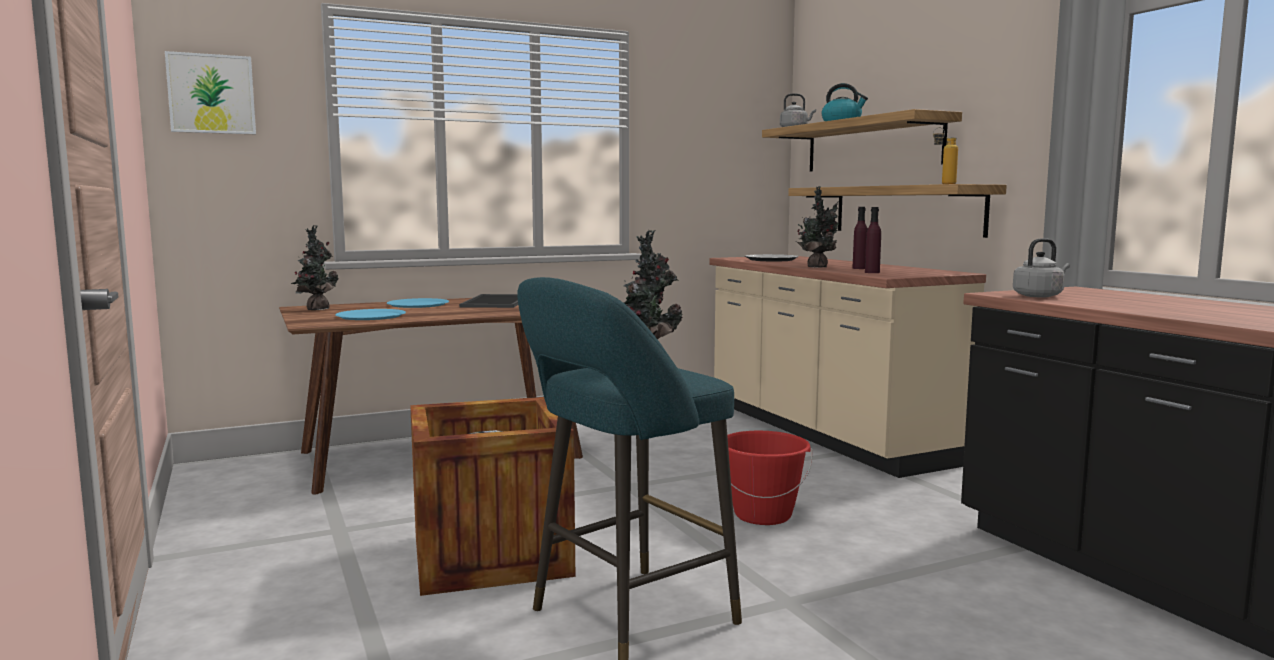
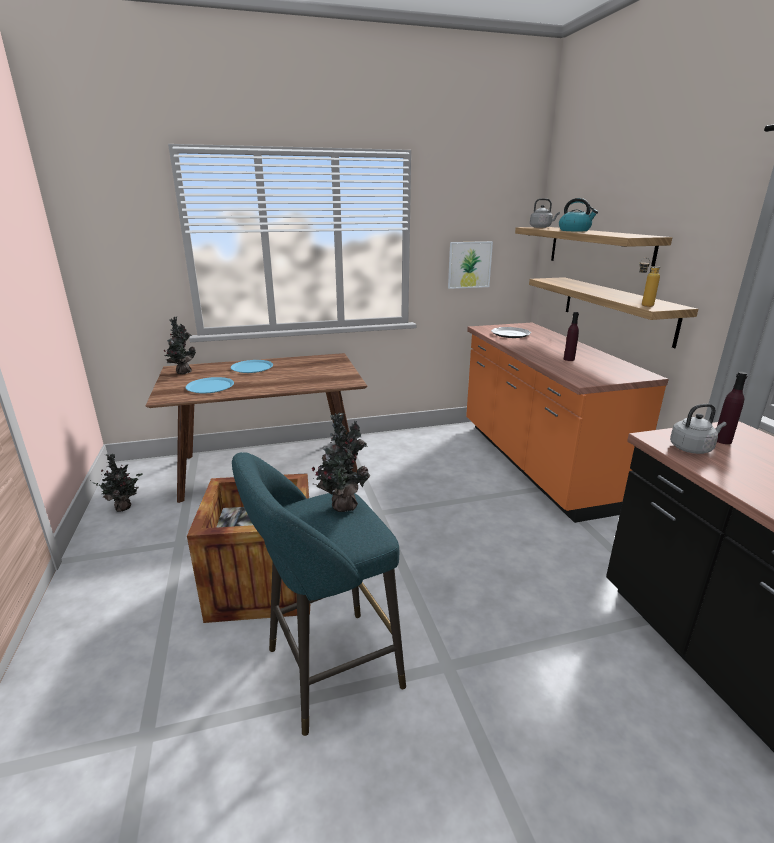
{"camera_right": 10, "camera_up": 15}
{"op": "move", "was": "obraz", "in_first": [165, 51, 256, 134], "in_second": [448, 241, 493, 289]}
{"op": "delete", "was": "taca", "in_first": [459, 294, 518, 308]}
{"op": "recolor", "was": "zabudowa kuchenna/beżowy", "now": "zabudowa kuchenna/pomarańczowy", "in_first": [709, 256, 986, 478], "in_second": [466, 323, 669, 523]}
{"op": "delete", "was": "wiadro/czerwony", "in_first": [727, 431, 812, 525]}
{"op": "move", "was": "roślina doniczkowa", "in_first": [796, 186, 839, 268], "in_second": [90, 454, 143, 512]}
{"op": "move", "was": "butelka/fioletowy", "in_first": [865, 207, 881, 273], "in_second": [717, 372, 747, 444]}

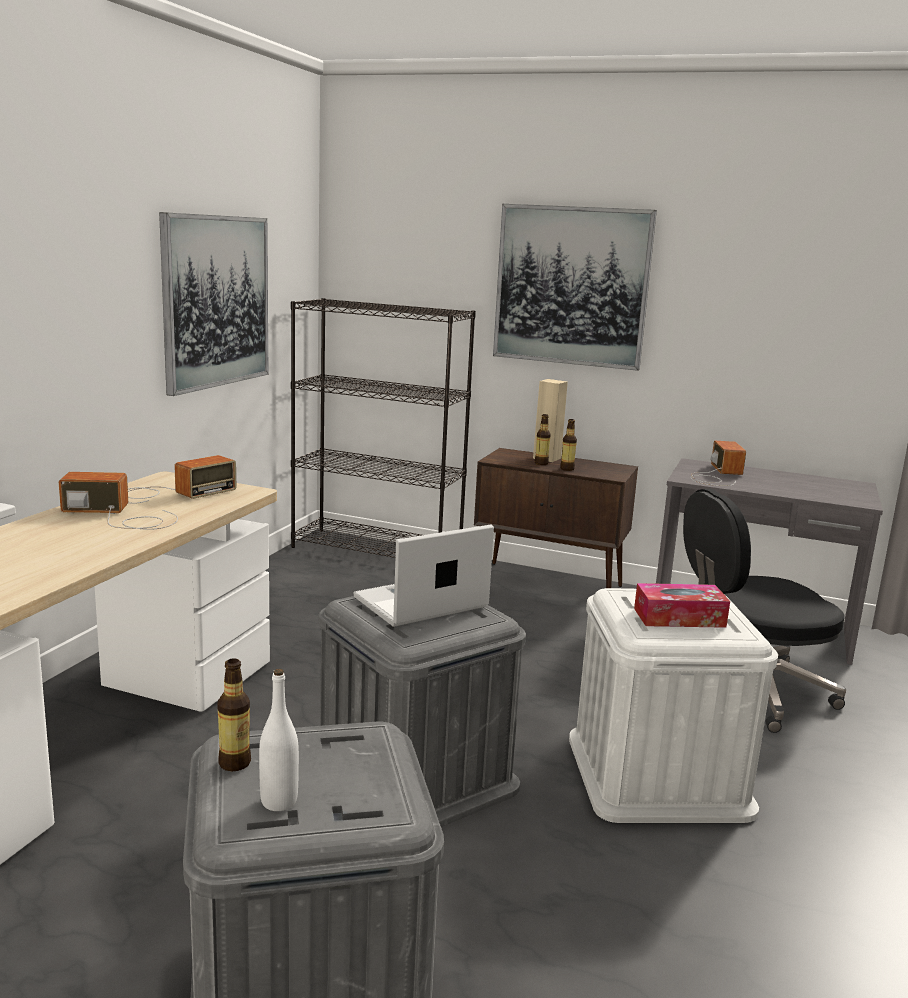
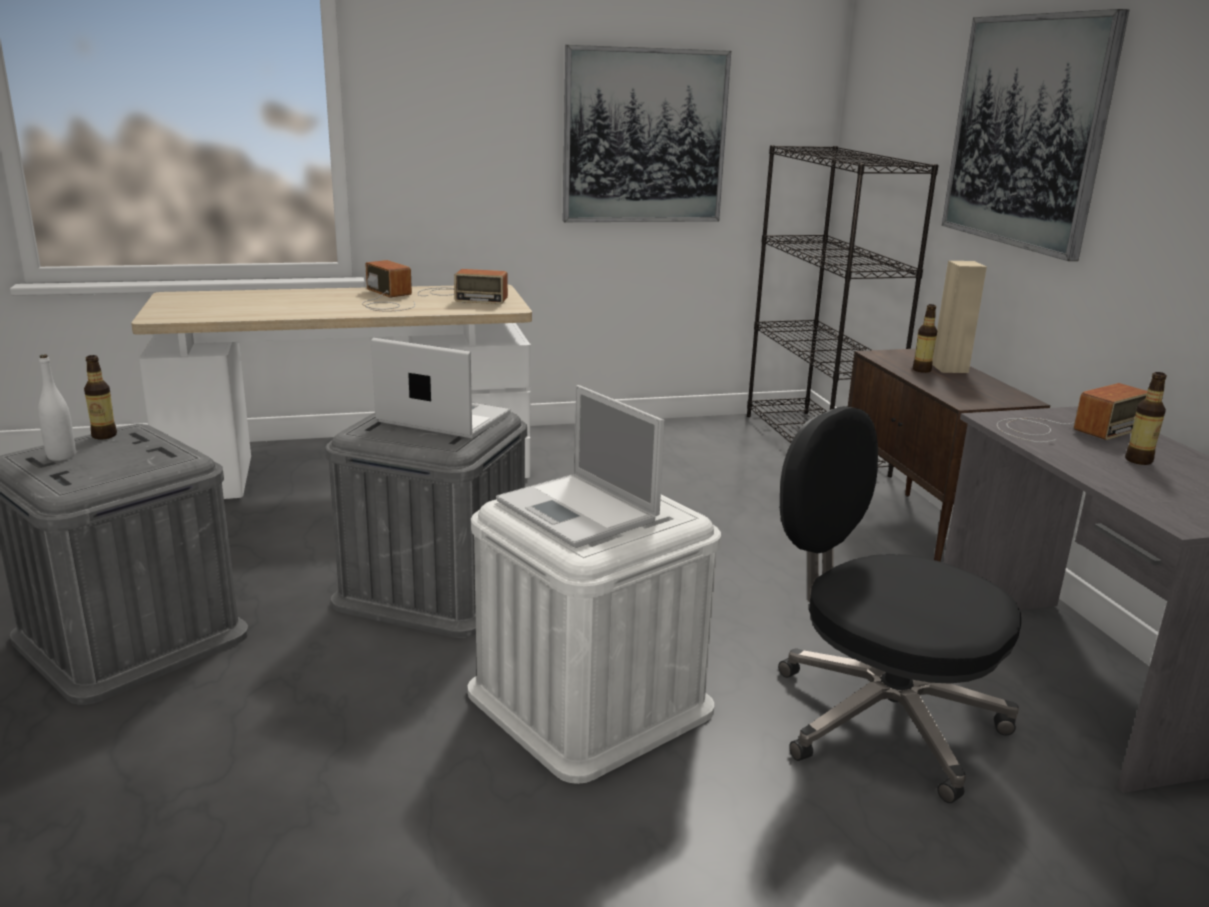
{"camera_right": 55, "camera_up": 5}
{"op": "move", "was": "butelka", "in_first": [560, 419, 577, 471], "in_second": [1125, 372, 1167, 465]}
{"op": "replace", "was": "pudełko chusteczek", "now": "laptop", "in_first": [634, 583, 730, 628], "in_second": [496, 385, 665, 548]}

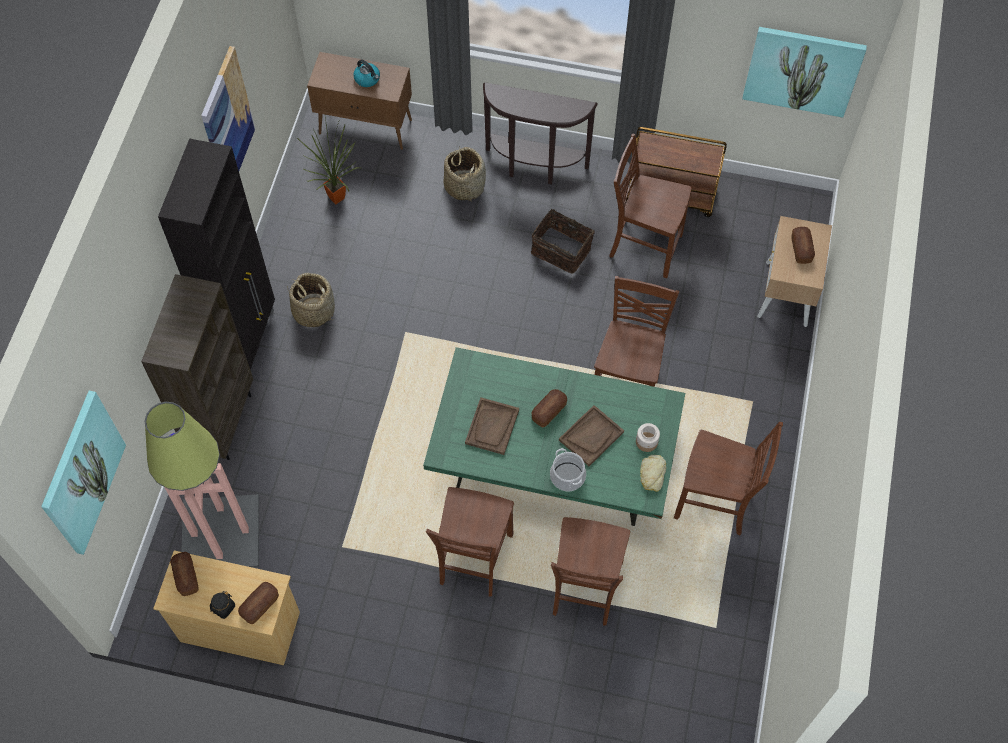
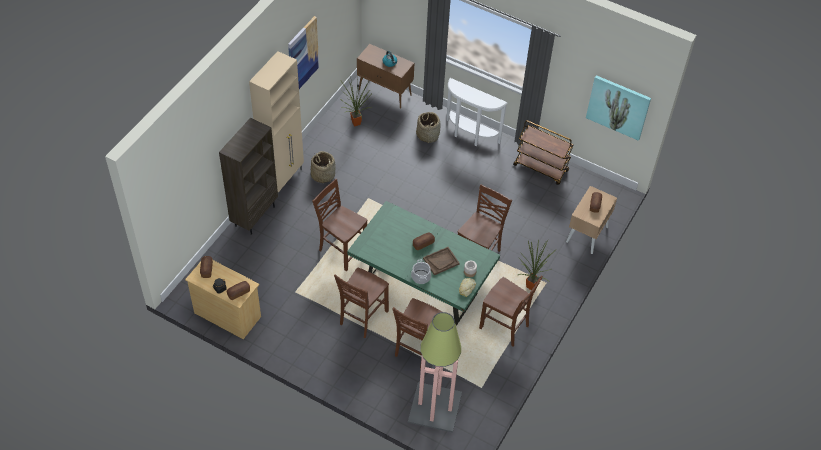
{"camera_right": 15, "camera_up": -10}
{"op": "delete", "was": "obraz", "in_first": [41, 391, 126, 555]}
{"op": "move", "was": "lampa stojąca", "in_first": [145, 402, 259, 567], "in_second": [408, 312, 462, 433]}
{"op": "recolor", "was": "szafka/czarny", "now": "szafka/beżowy", "in_first": [158, 138, 275, 373], "in_second": [249, 51, 304, 197]}
{"op": "delete", "was": "taca/brązowy", "in_first": [465, 398, 519, 455]}
{"op": "recolor", "was": "stolik konsolowy/brązowy", "now": "stolik konsolowy/biały", "in_first": [483, 82, 598, 184], "in_second": [446, 78, 508, 146]}
{"op": "delete", "was": "koszyk", "in_first": [531, 204, 595, 274]}
{"op": "move", "was": "krzesło/brązowy", "in_first": [609, 134, 692, 278], "in_second": [312, 179, 367, 271]}
{"op": "insert", "now": "roślina doniczkowa", "in_second": [518, 240, 556, 290]}

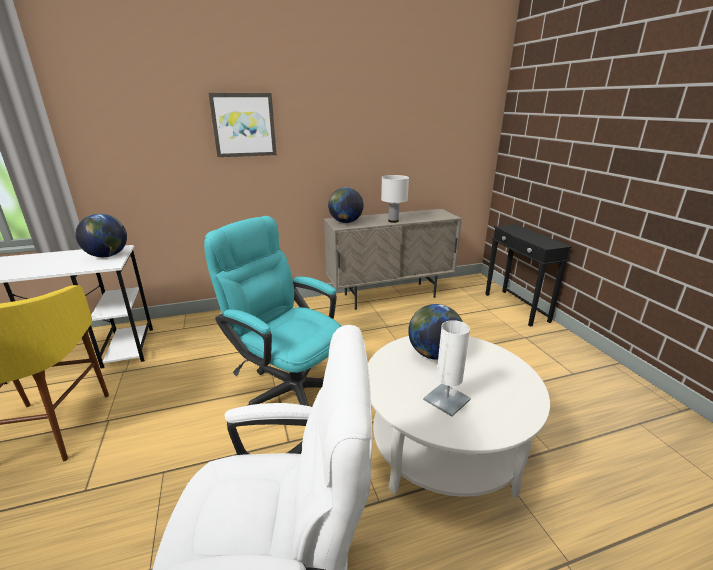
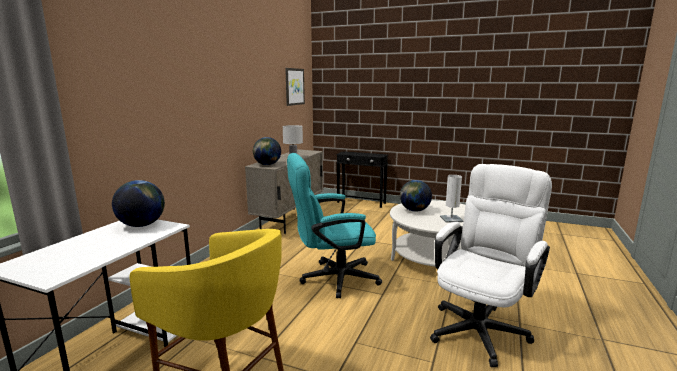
{"camera_right": -50, "camera_up": -10}
{"op": "move", "was": "obraz", "in_first": [208, 93, 276, 157], "in_second": [285, 68, 305, 106]}

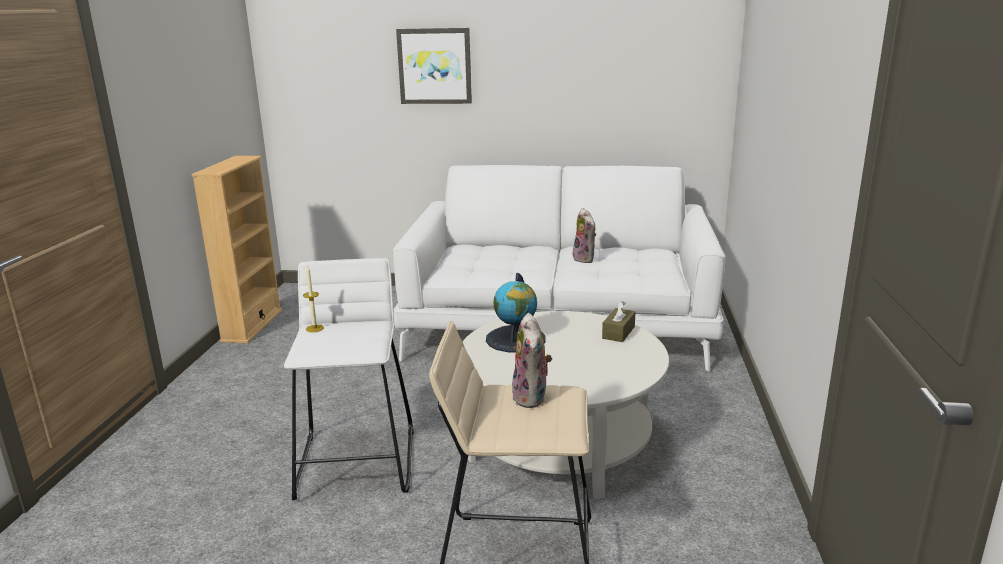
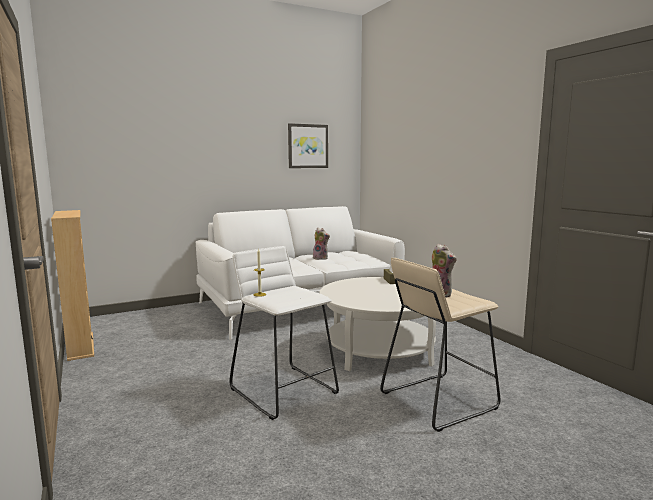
{"camera_right": -35, "camera_up": -10}
{"op": "move", "was": "obraz", "in_first": [396, 28, 472, 104], "in_second": [288, 123, 328, 168]}
{"op": "delete", "was": "globus", "in_first": [486, 273, 546, 353]}

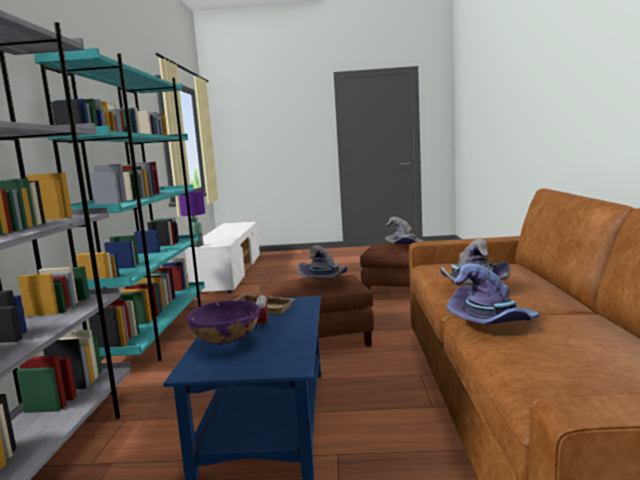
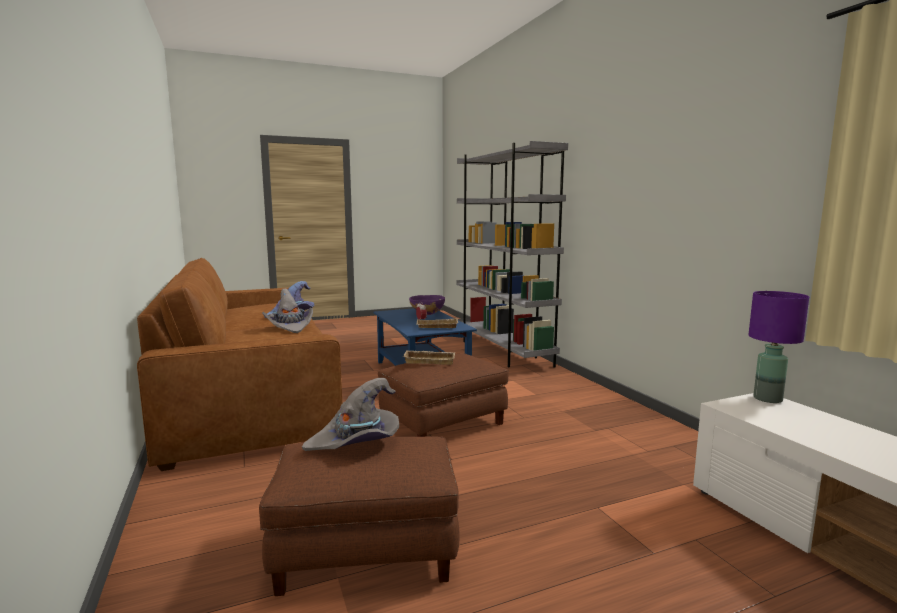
{"camera_right": 155, "camera_up": 0}
{"op": "delete", "was": "regał/turkusowy", "in_first": [34, 48, 205, 361]}
{"op": "replace", "was": "kapelusz/szary", "now": "taca/beżowy", "in_first": [297, 245, 348, 279], "in_second": [403, 350, 455, 365]}

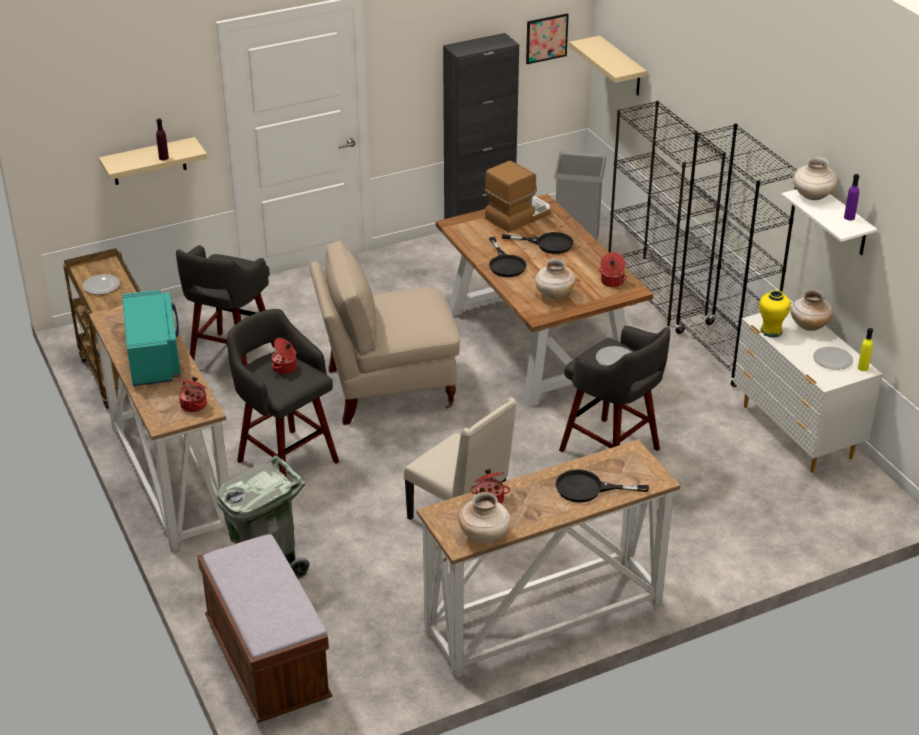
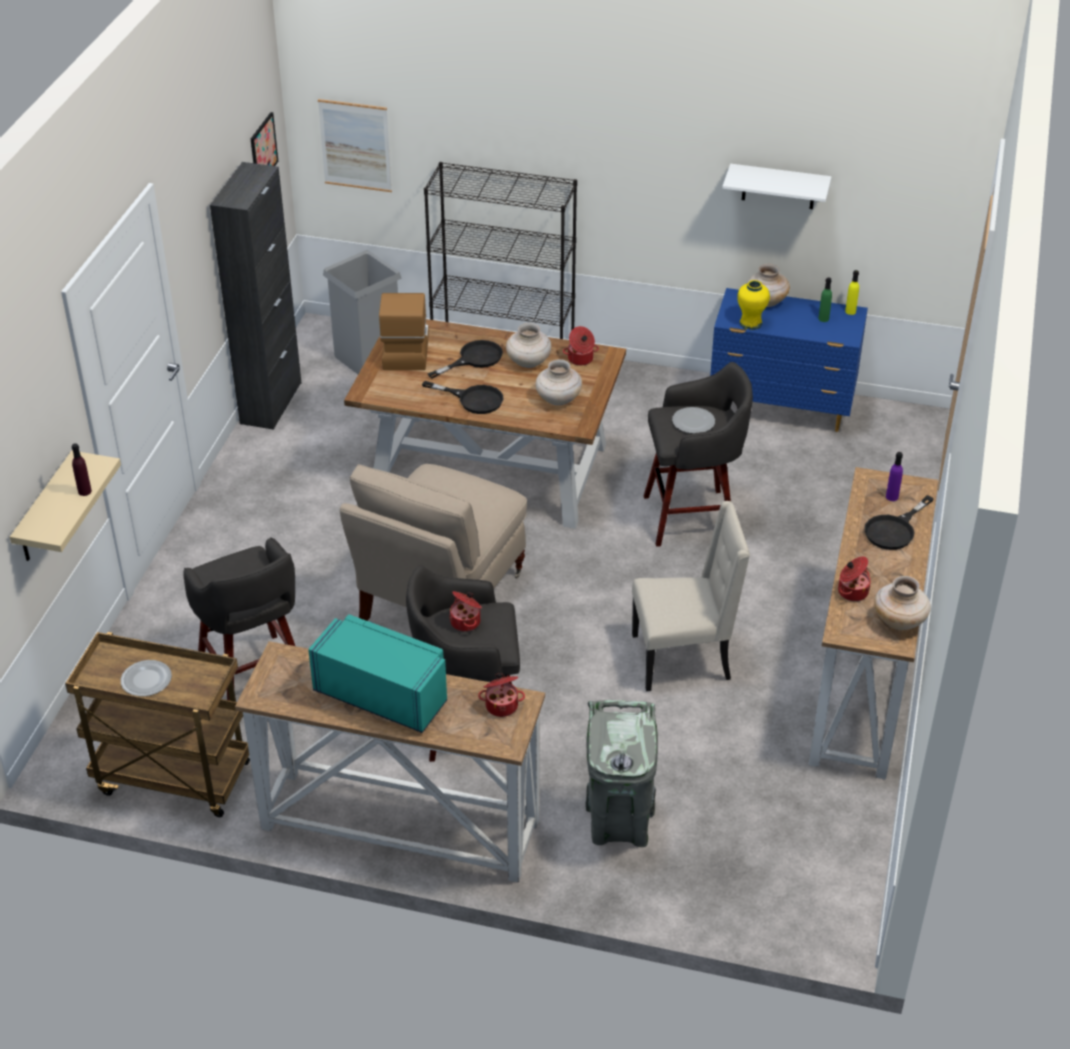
{"camera_right": -50, "camera_up": 5}
{"op": "delete", "was": "ławka/brązowy", "in_first": [197, 533, 332, 723]}
{"op": "replace", "was": "półka/beżowy", "now": "obraz", "in_first": [569, 36, 647, 95], "in_second": [318, 99, 392, 192]}
{"op": "delete", "was": "regał/czarny", "in_first": [675, 123, 797, 387]}
{"op": "recolor", "was": "komoda/biały", "now": "komoda/niebieski", "in_first": [733, 303, 882, 473], "in_second": [710, 288, 868, 432]}
{"op": "move", "was": "wazon/beżowy", "in_first": [793, 157, 838, 200], "in_second": [506, 323, 551, 368]}
{"op": "replace", "was": "talerz", "now": "butelka/zielony", "in_first": [813, 347, 853, 370], "in_second": [818, 277, 832, 322]}
{"op": "move", "was": "butelka/fioletowy", "in_first": [844, 174, 859, 220], "in_second": [886, 452, 903, 501]}

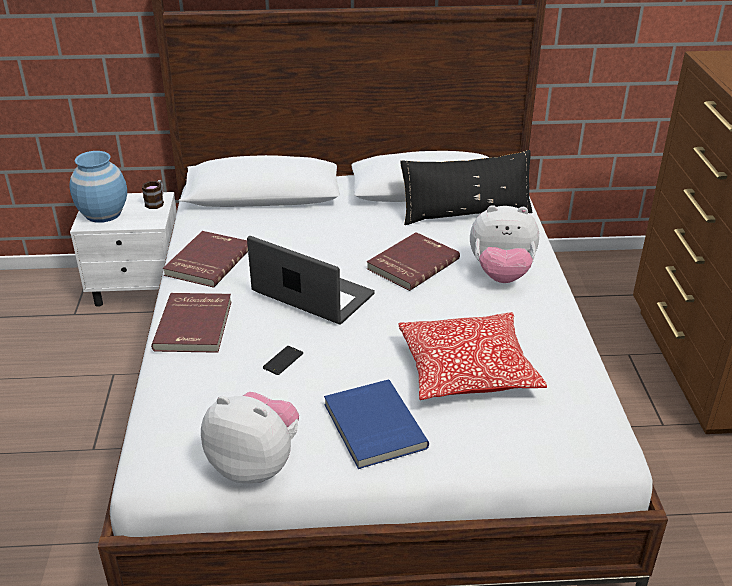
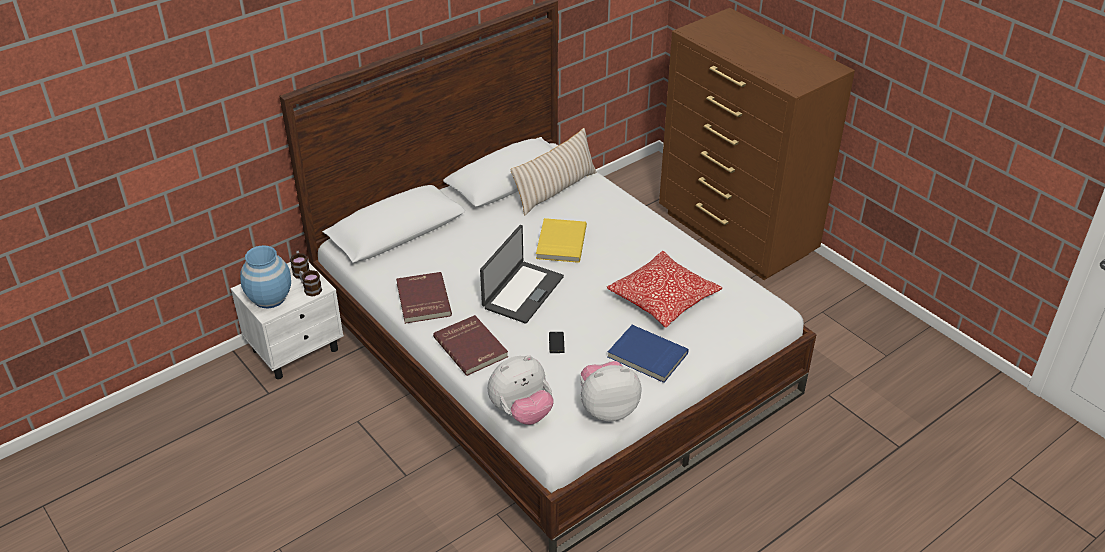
{"camera_right": -35, "camera_up": 5}
{"op": "rotate", "was": "laptop", "in_first": [247, 236, 375, 324], "in_second": [480, 225, 564, 324], "clockwise": 120}
{"op": "recolor", "was": "książka/czerwony", "now": "książka/żółty", "in_first": [367, 232, 460, 291], "in_second": [536, 218, 587, 263]}
{"op": "recolor", "was": "poduszka/czarny", "now": "poduszka/beżowy", "in_first": [400, 150, 532, 225], "in_second": [510, 128, 596, 215]}
{"op": "move", "was": "pluszak", "in_first": [470, 205, 539, 283], "in_second": [488, 355, 554, 425]}
{"op": "insert", "now": "kubek", "in_second": [299, 270, 322, 297]}

